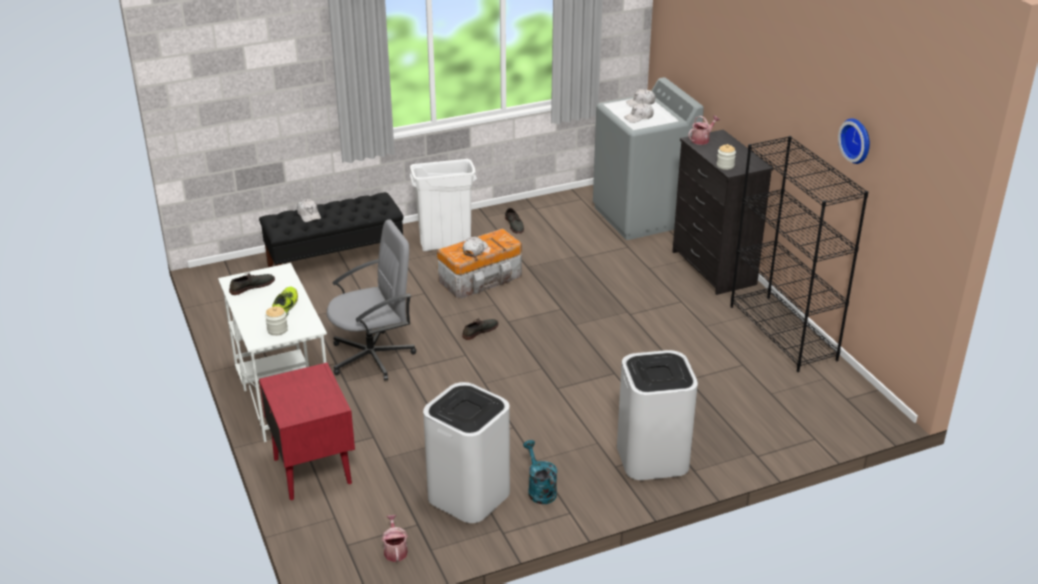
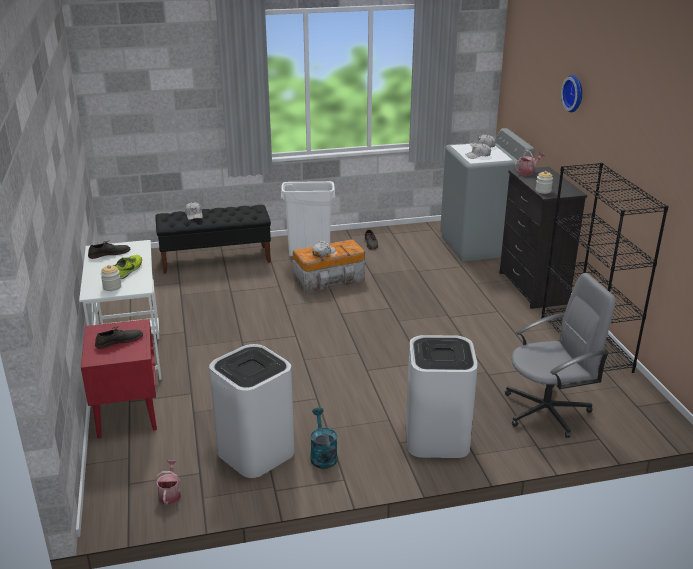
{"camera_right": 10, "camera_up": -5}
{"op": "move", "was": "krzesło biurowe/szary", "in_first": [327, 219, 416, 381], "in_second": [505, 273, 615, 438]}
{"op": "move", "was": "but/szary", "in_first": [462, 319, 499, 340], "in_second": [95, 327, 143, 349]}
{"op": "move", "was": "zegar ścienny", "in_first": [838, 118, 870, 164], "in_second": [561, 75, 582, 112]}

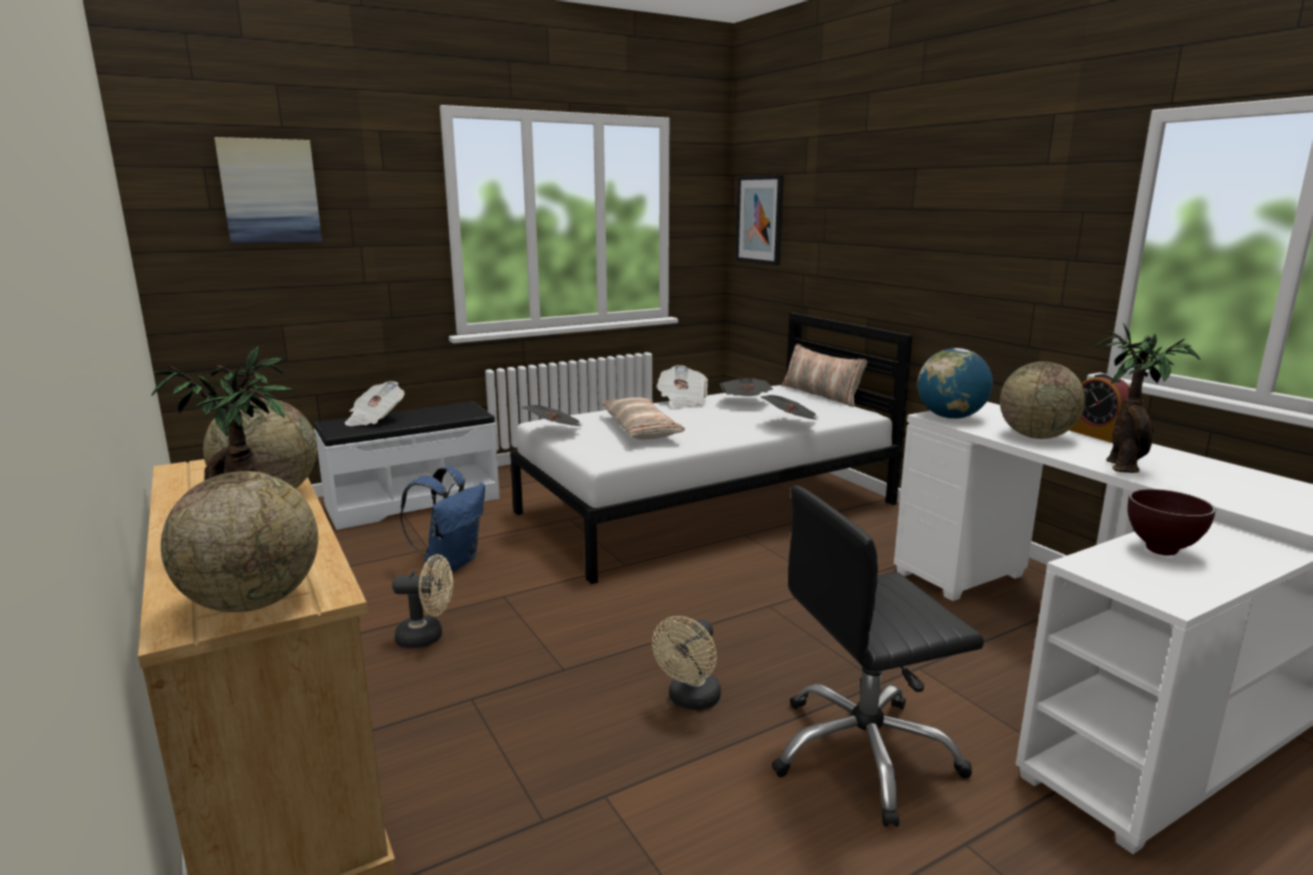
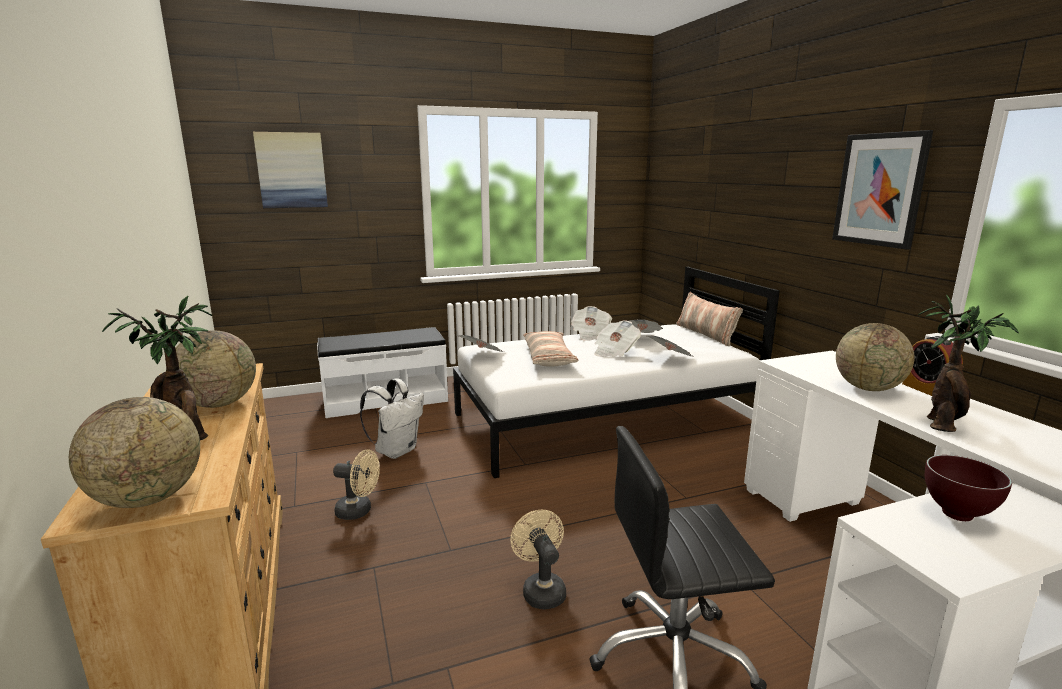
{"camera_right": 10, "camera_up": 0}
{"op": "move", "was": "gazeta", "in_first": [345, 381, 405, 426], "in_second": [595, 320, 641, 357]}
{"op": "recolor", "was": "plecak/niebieski", "now": "plecak/biały", "in_first": [400, 466, 485, 572], "in_second": [360, 378, 424, 459]}
{"op": "rotate", "was": "wentylator/beżowy", "in_first": [652, 616, 721, 711], "in_second": [510, 510, 566, 610], "clockwise": 120}
{"op": "move", "was": "obraz", "in_first": [735, 175, 784, 266], "in_second": [832, 130, 933, 250]}
{"op": "delete", "was": "globus", "in_first": [917, 348, 993, 419]}

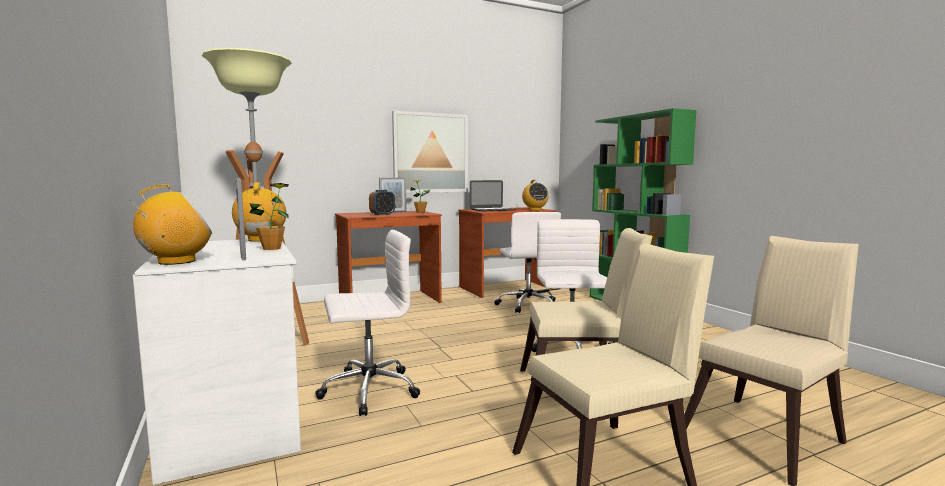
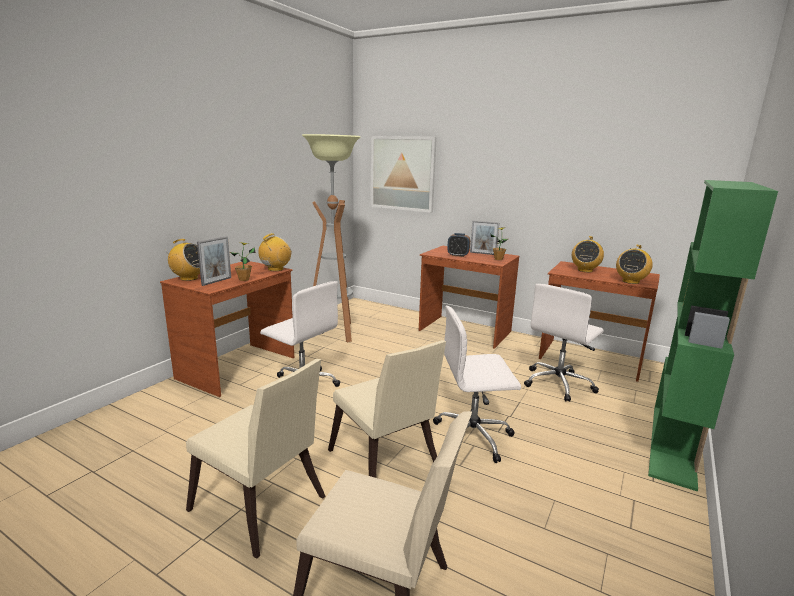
{"camera_right": 55, "camera_up": 10}
{"op": "recolor", "was": "biurko/biały", "now": "biurko/brązowy", "in_first": [133, 239, 301, 485], "in_second": [160, 261, 294, 397]}
{"op": "move", "was": "obraz", "in_first": [392, 111, 468, 193], "in_second": [371, 136, 437, 213]}
{"op": "replace", "was": "laptop", "now": "radio", "in_first": [470, 180, 516, 211], "in_second": [572, 236, 604, 272]}
{"op": "rotate", "was": "krzesło biurowe/biały", "in_first": [531, 219, 613, 352], "in_second": [433, 306, 521, 463], "clockwise": -150}

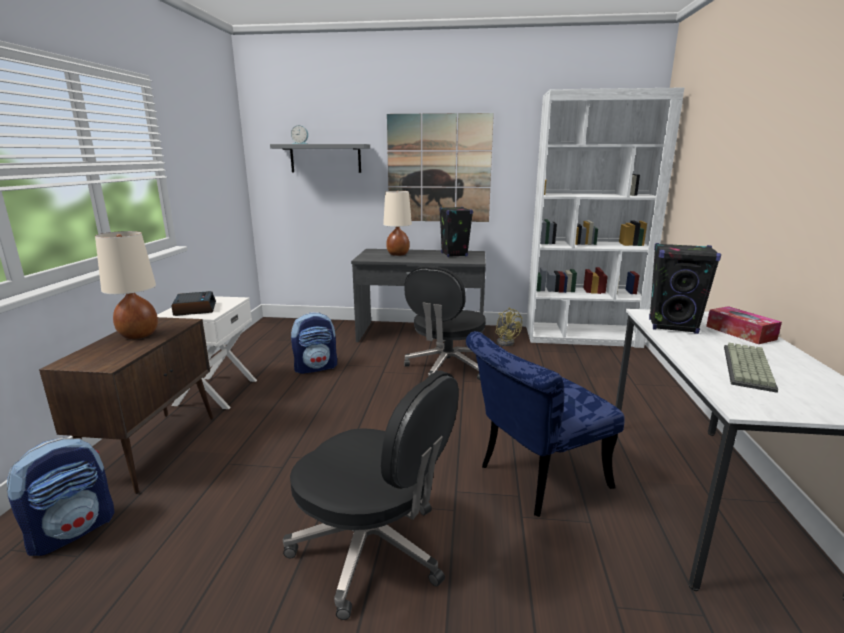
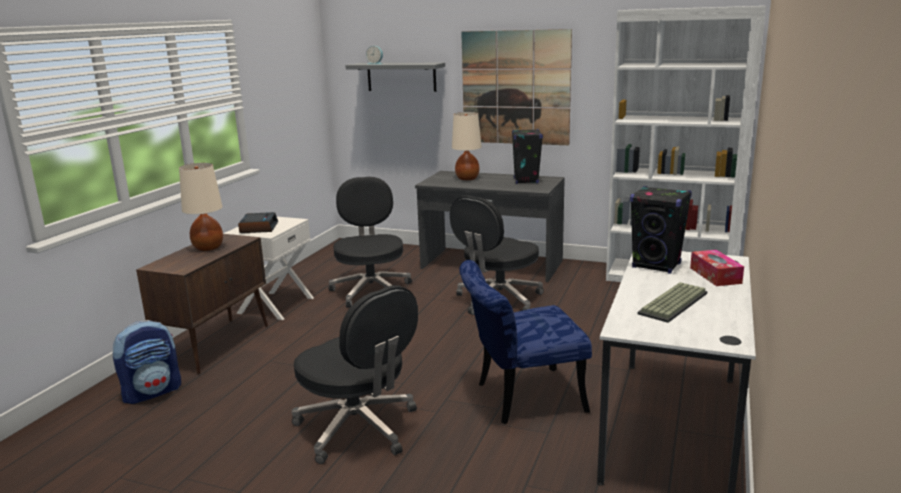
{"camera_right": 15, "camera_up": 0}
{"op": "replace", "was": "plecak", "now": "krzesło biurowe/czarny", "in_first": [291, 312, 337, 374], "in_second": [329, 177, 412, 307]}
{"op": "delete", "was": "wentylator/żółty", "in_first": [495, 308, 522, 346]}

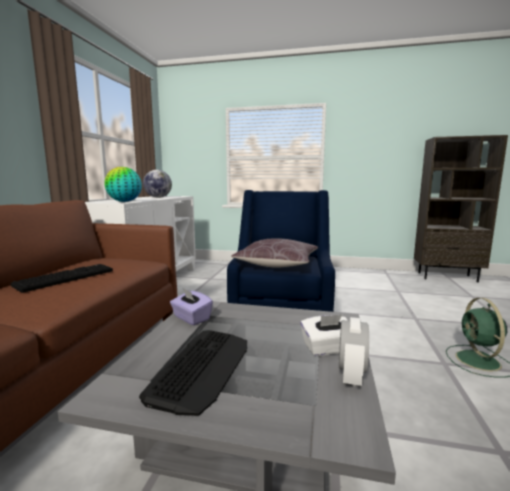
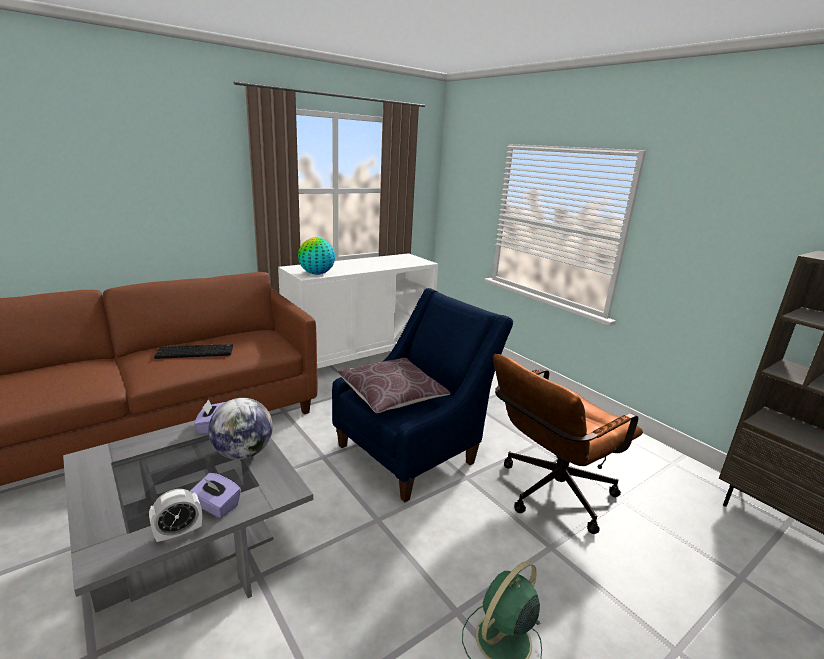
{"camera_right": 40, "camera_up": 10}
{"op": "delete", "was": "klawiatura", "in_first": [139, 330, 247, 416]}
{"op": "move", "was": "globus", "in_first": [143, 170, 172, 198], "in_second": [208, 398, 273, 460]}
{"op": "recolor", "was": "pudełko chusteczek/biały", "now": "pudełko chusteczek/fioletowy", "in_first": [301, 315, 348, 356], "in_second": [190, 473, 241, 518]}
{"op": "insert", "now": "krzesło biurowe/brązowy", "in_second": [493, 354, 643, 534]}

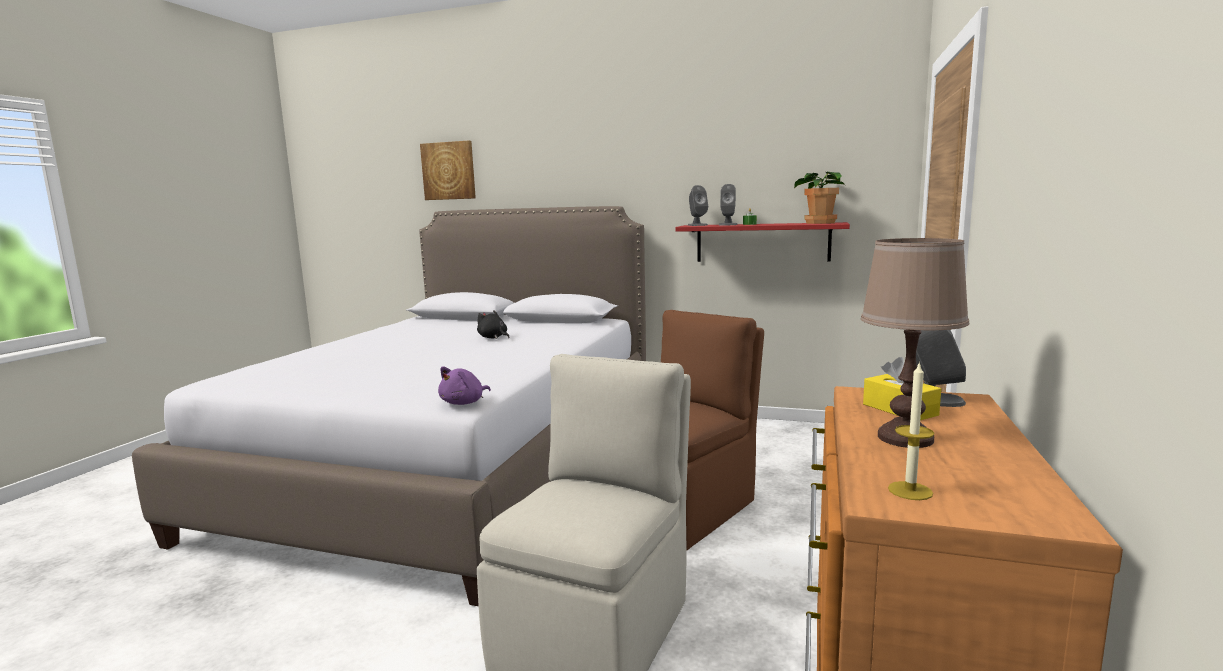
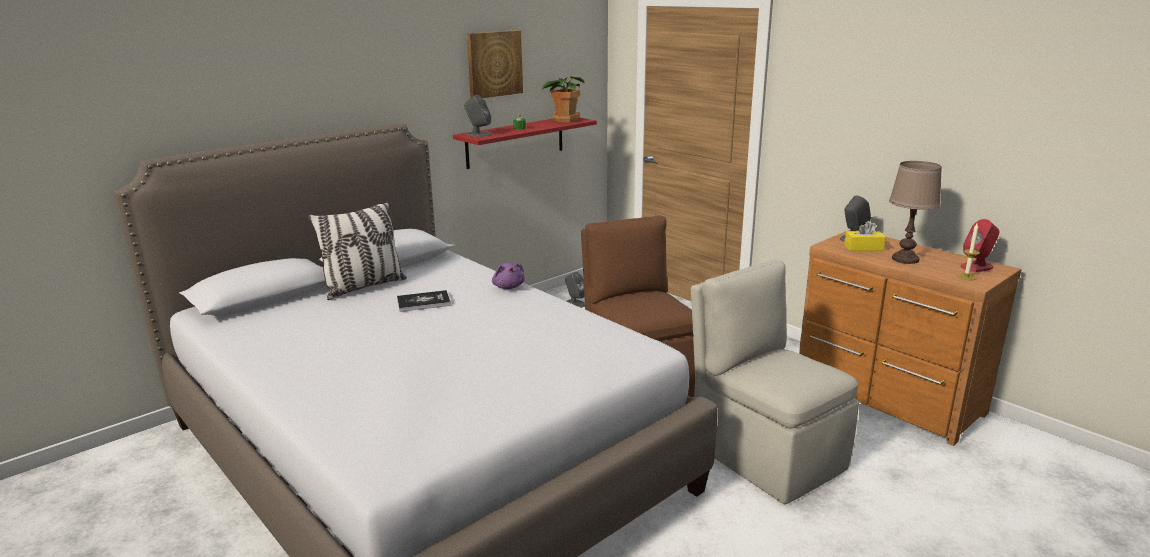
{"camera_right": -60, "camera_up": 10}
{"op": "move", "was": "obraz", "in_first": [420, 140, 476, 200], "in_second": [467, 30, 523, 98]}
{"op": "move", "was": "pluszak/fioletowy", "in_first": [438, 366, 491, 405], "in_second": [492, 263, 525, 289]}
{"op": "replace", "was": "pluszak/czarny", "now": "książka", "in_first": [477, 310, 509, 339], "in_second": [397, 290, 451, 312]}
{"op": "move", "was": "głośnik/szary", "in_first": [719, 184, 738, 225], "in_second": [565, 272, 585, 308]}
{"op": "insert", "now": "poduszka", "in_second": [308, 202, 407, 300]}
{"op": "insert", "now": "głośnik/czerwony", "in_second": [960, 219, 1000, 272]}

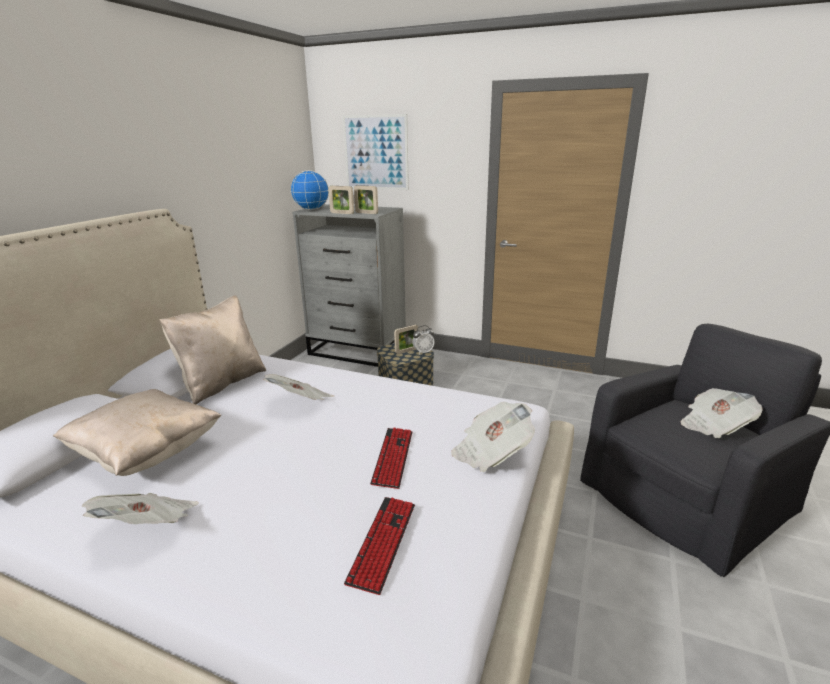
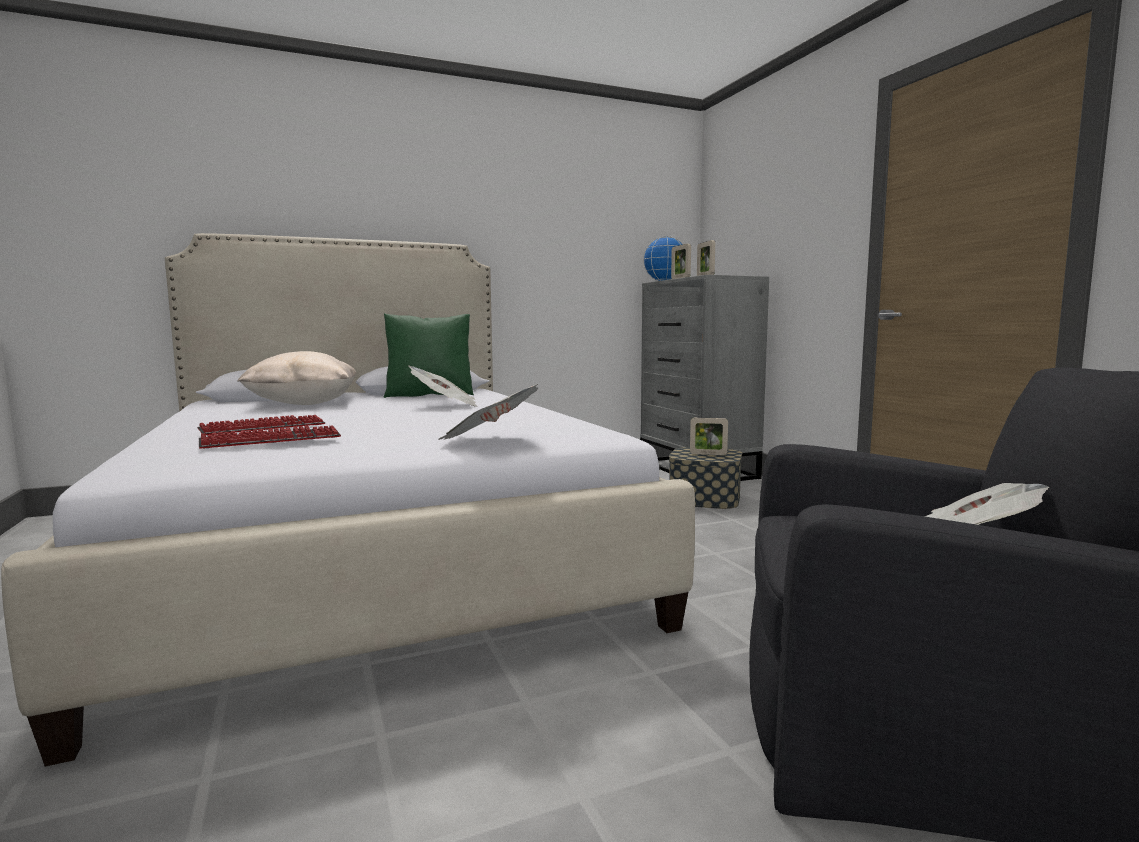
{"camera_right": 45, "camera_up": -15}
{"op": "delete", "was": "gazeta", "in_first": [82, 493, 199, 524]}
{"op": "recolor", "was": "poduszka/beżowy", "now": "poduszka/zielony", "in_first": [159, 295, 266, 404], "in_second": [383, 313, 474, 398]}
{"op": "delete", "was": "obraz", "in_first": [343, 114, 409, 190]}
{"op": "move", "was": "klawiatura", "in_first": [370, 428, 412, 489], "in_second": [197, 415, 325, 435]}
{"op": "delete", "was": "budzik", "in_first": [412, 326, 434, 355]}

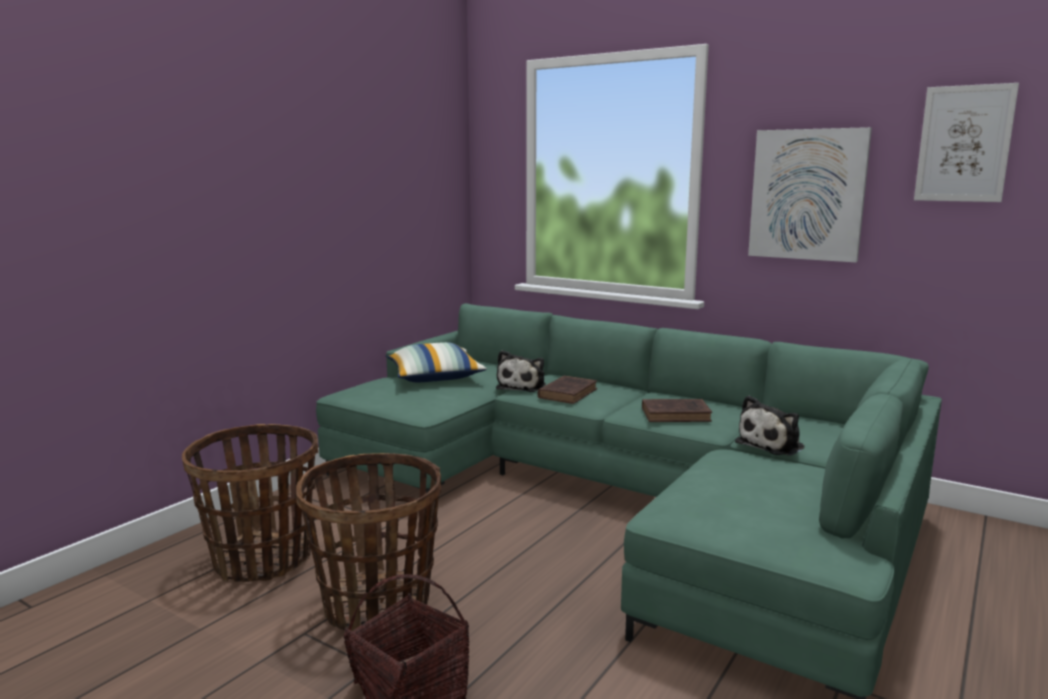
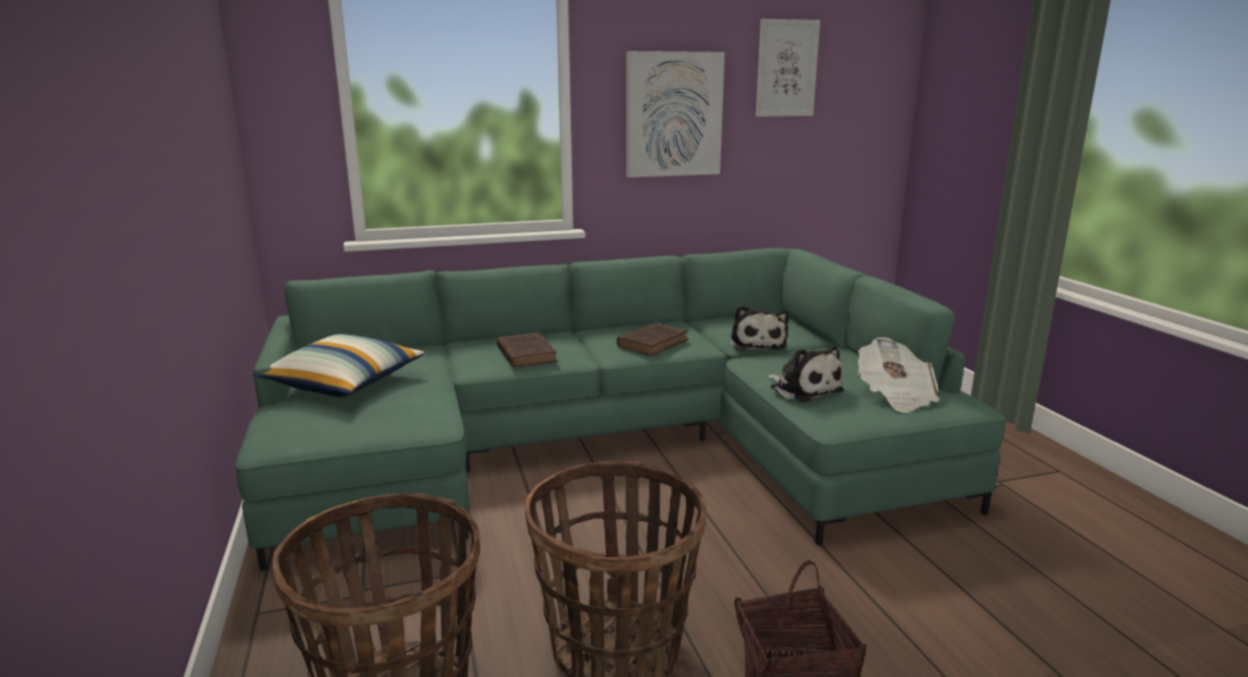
{"camera_right": -50, "camera_up": 5}
{"op": "move", "was": "pluszak", "in_first": [496, 350, 546, 392], "in_second": [767, 345, 844, 403]}
{"op": "insert", "now": "gazeta", "in_second": [858, 337, 939, 413]}

